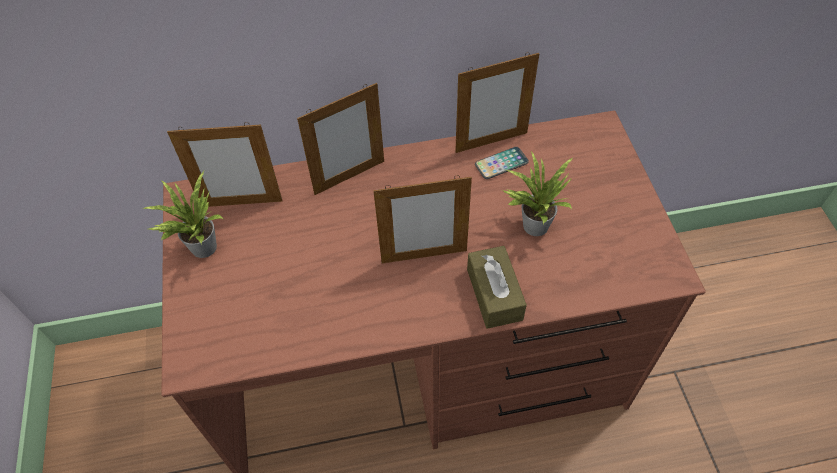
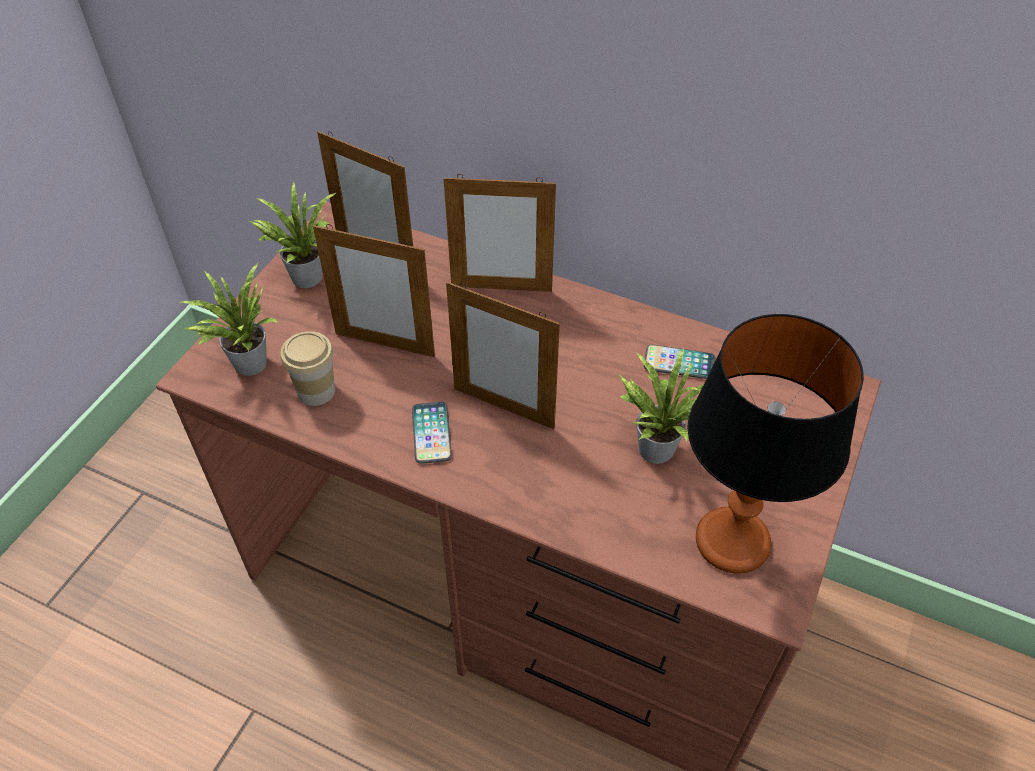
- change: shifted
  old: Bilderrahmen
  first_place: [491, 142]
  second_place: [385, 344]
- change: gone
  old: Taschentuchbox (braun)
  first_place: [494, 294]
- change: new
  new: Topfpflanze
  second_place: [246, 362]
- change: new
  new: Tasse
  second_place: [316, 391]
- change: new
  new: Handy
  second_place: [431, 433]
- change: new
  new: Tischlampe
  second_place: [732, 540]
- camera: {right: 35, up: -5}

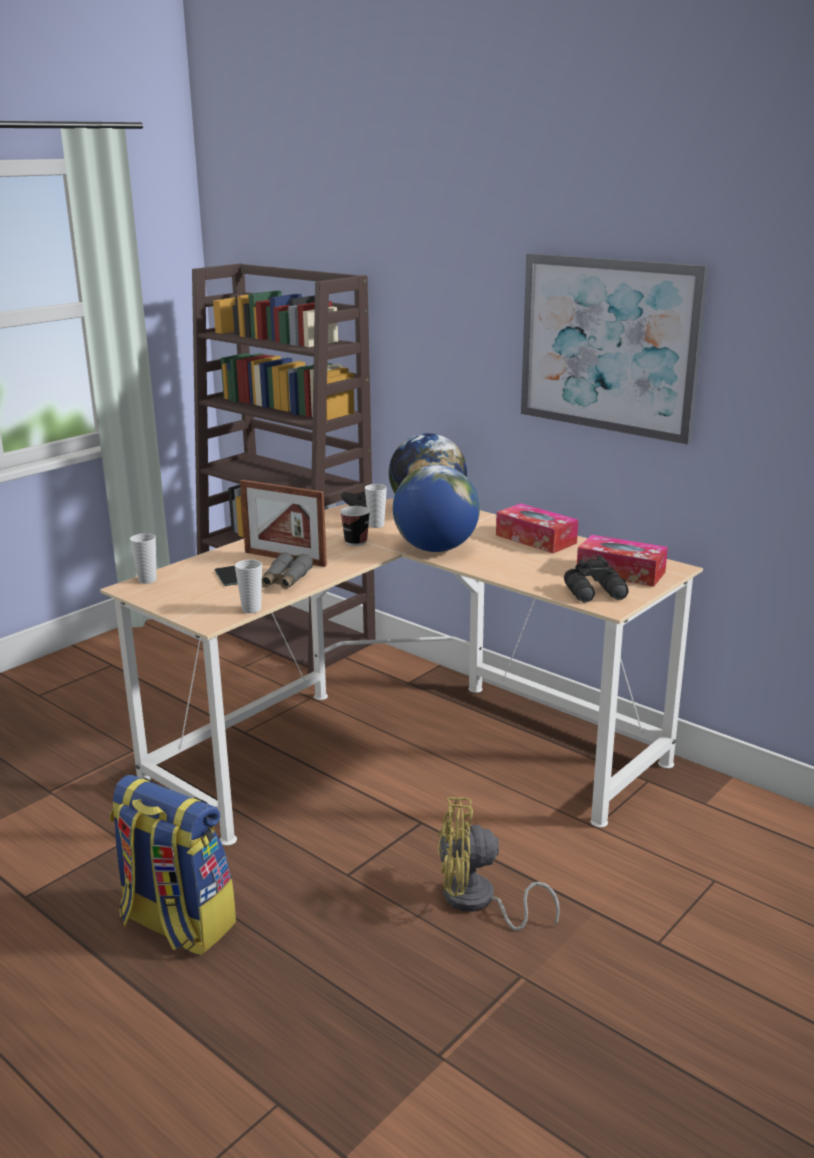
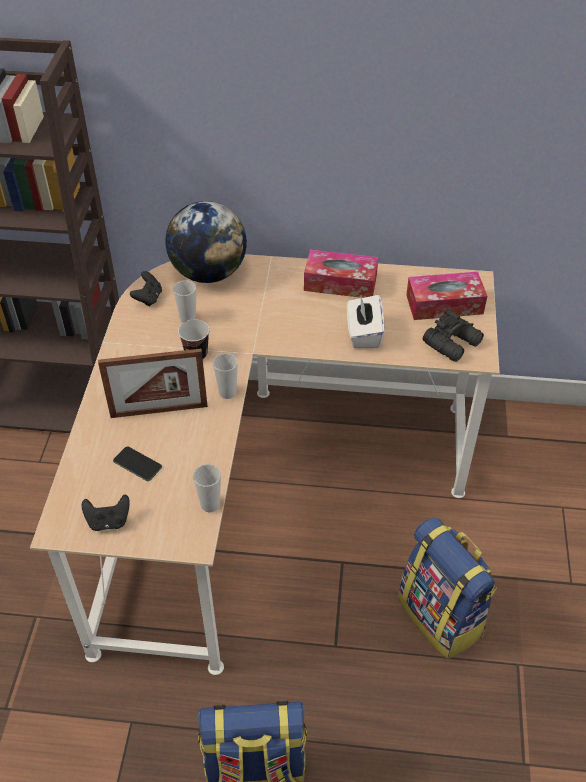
- change: shifted
  old: Tasse
  first_place: [147, 580]
  second_place: [227, 392]
- change: gone
  old: Fernglas (grau)
  first_place: [285, 580]
- change: gone
  old: Globus
  first_place: [436, 549]
- change: swapped
  old: Ventilator (gelb)
  new: Rucksack
  first_place: [477, 902]
  second_place: [442, 616]
- change: gone
  old: Bild
  first_place: [608, 345]
- change: new
  new: Gamepad (schwarz)
  second_place: [108, 521]
- change: new
  new: Taschentuchbox (weiß)
  second_place: [363, 334]
- camera: {right: -35, up: 25}

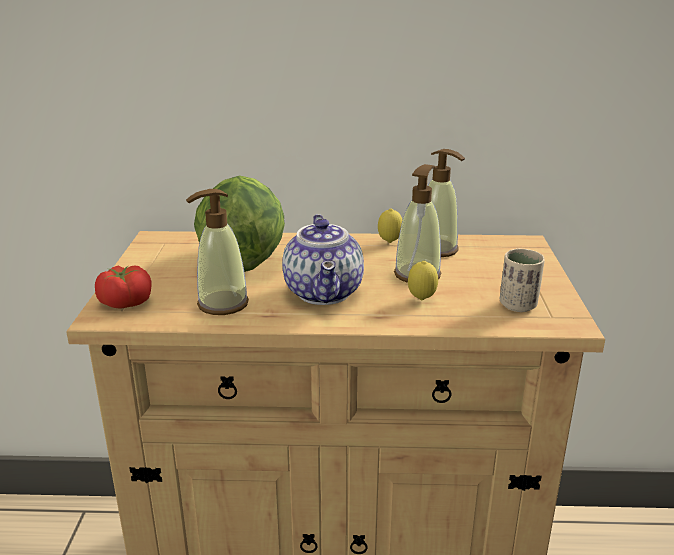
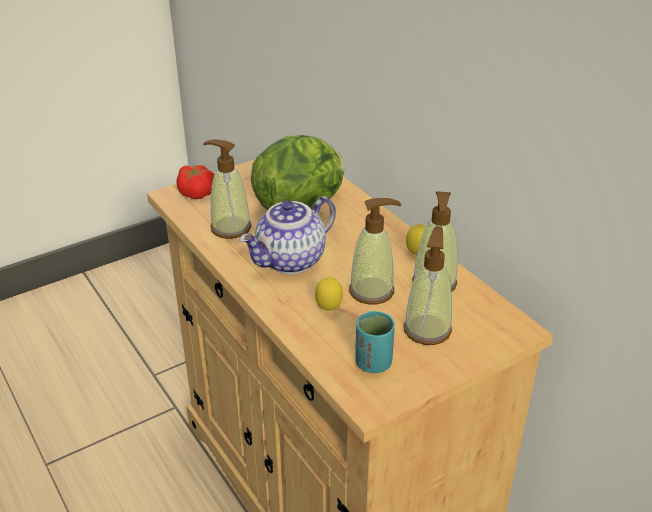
- change: repainted
  old: Tasse (beige)
  new: Tasse (türkis)
  first_place: [518, 305]
  second_place: [373, 363]
- change: new
  new: Seifenspender
  second_place: [427, 329]
- camera: {right: 55, up: 10}

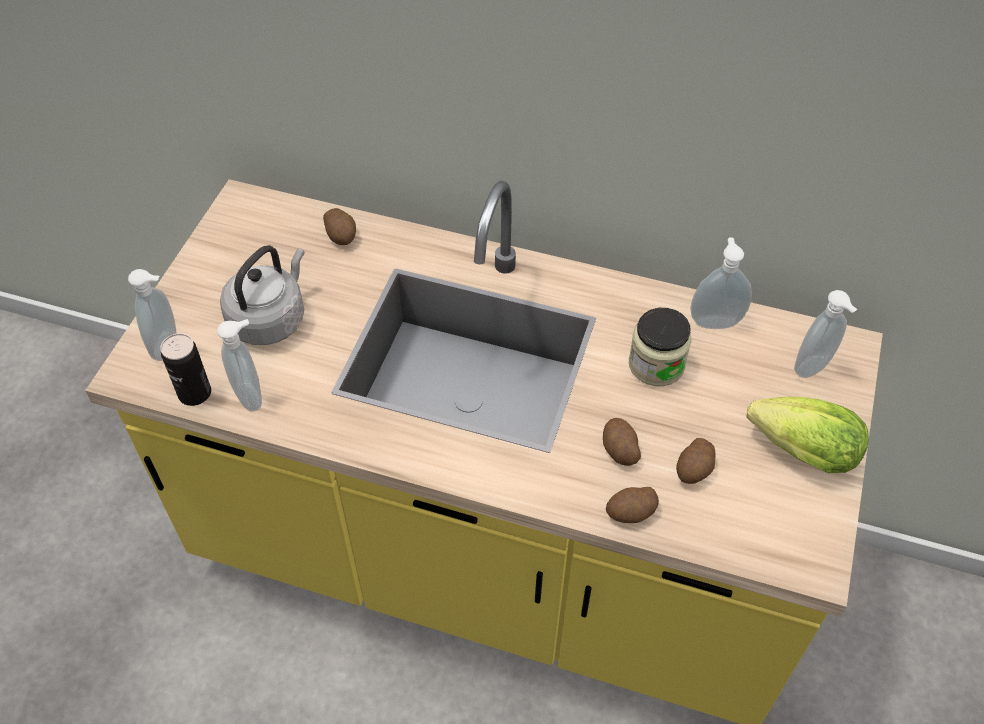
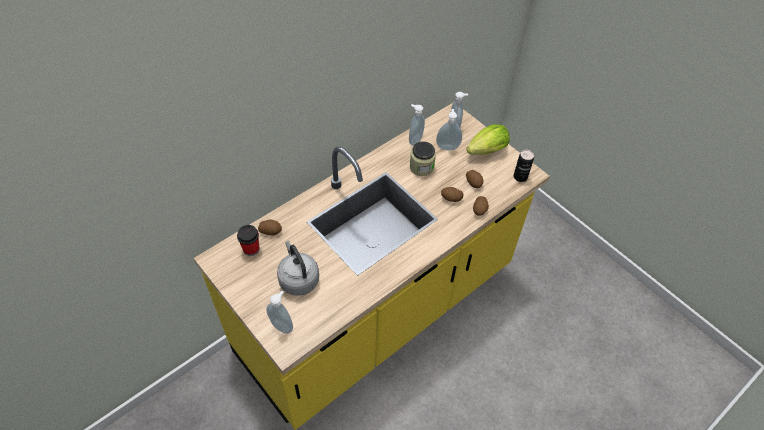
- change: shifted
  old: Dose
  first_place: [195, 393]
  second_place: [520, 177]
- change: shifted
  old: Seifenspender
  first_place: [251, 395]
  second_place: [447, 146]
- change: new
  new: Tasse
  second_place: [251, 249]
- camera: {right: -60, up: 0}

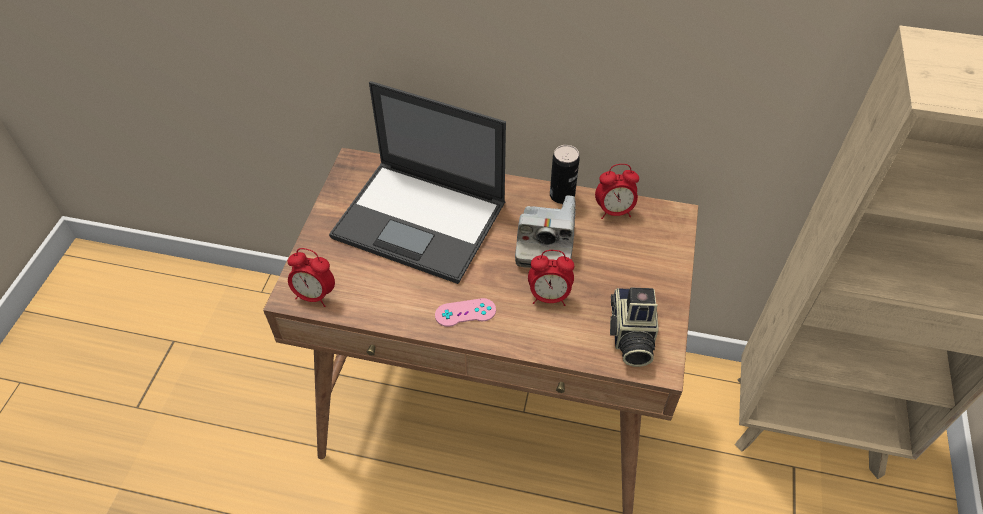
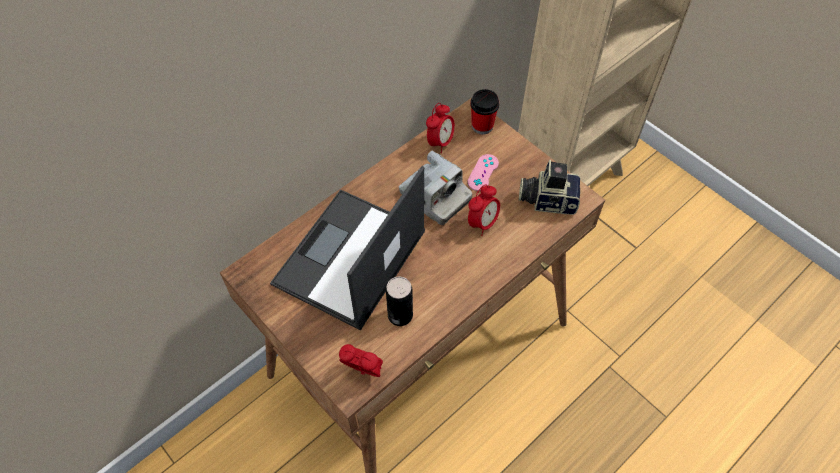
- change: rotated
  old: Wecker
  first_place: [315, 295]
  second_place: [363, 371]
  degrees: -120
- change: rotated
  old: Laptop
  first_place: [421, 220]
  second_place: [349, 259]
  degrees: 150
- change: shifted
  old: Gamepad (rosa)
  first_place: [465, 312]
  second_place: [483, 172]
- change: shifted
  old: Dose
  first_place: [562, 195]
  second_place: [400, 315]
- change: rotated
  old: Kamera
  first_place: [630, 336]
  second_place: [547, 199]
  degrees: 150
- change: new
  new: Tasse
  second_place: [482, 126]
- camera: {right: -55, up: 5}

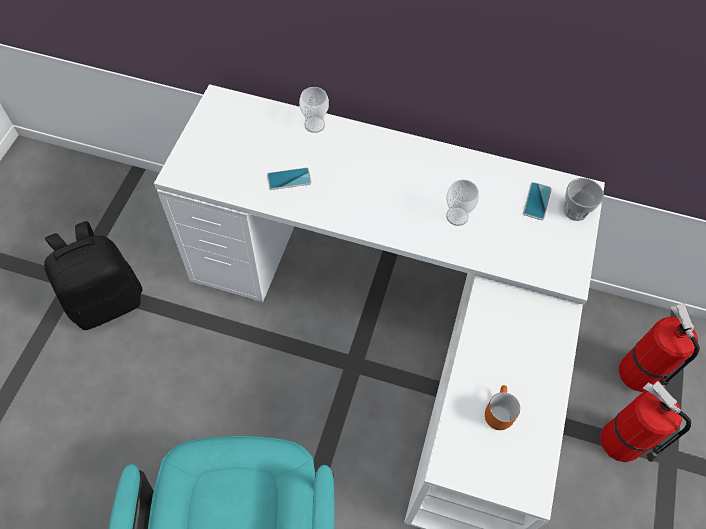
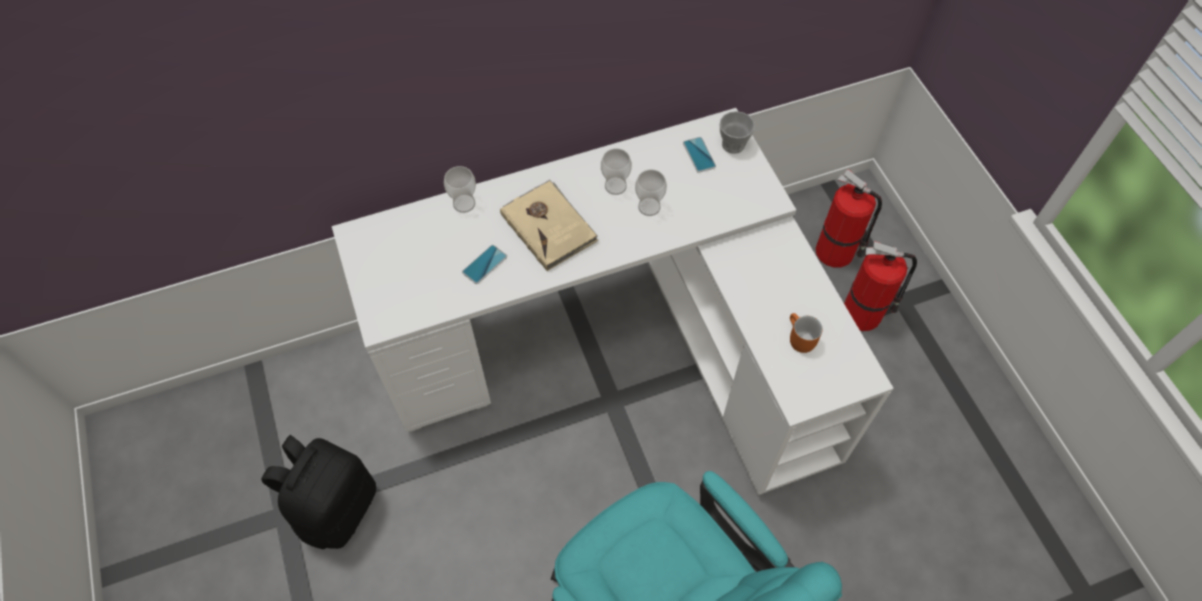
- change: new
  new: Buch (beige)
  second_place: [549, 226]
- change: new
  new: Tasse
  second_place: [615, 186]
- camera: {right: -35, up: 0}

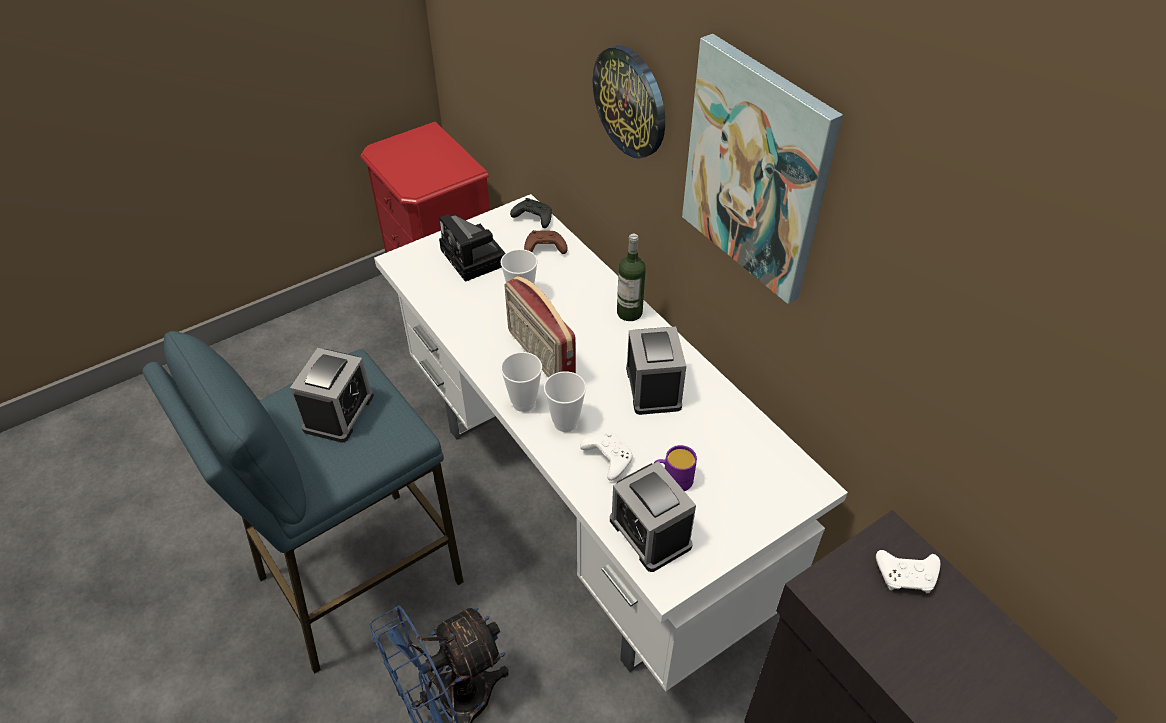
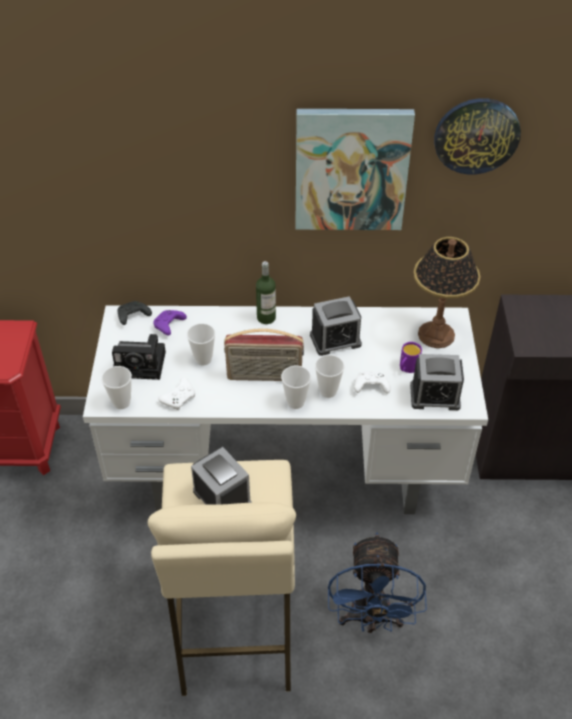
- change: repainted
  old: Hocker (blau)
  new: Hocker (beige)
  first_place: [358, 578]
  second_place: [234, 629]
- change: repainted
  old: Gamepad (braun)
  new: Gamepad (lila)
  first_place: [544, 249]
  second_place: [169, 326]
- change: shifted
  old: Wanduhr
  first_place: [631, 101]
  second_place: [476, 135]
- change: rotated
  old: Wecker
  first_place: [653, 388]
  second_place: [335, 340]
  degrees: 135
- change: shifted
  old: Gamepad (weiß)
  first_place: [907, 576]
  second_place: [179, 398]
- change: new
  new: Tasse
  second_place: [121, 402]
- change: new
  new: Tischlampe
  second_place: [436, 335]
- camera: {right: -55, up: 0}

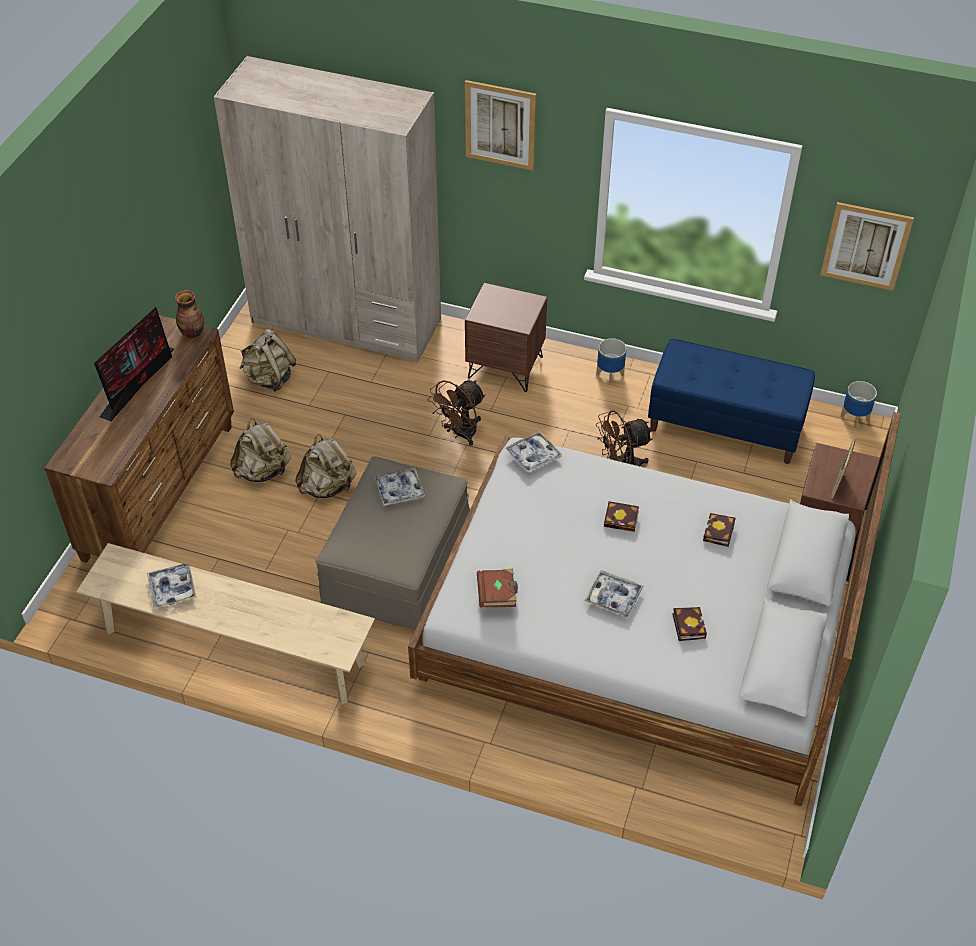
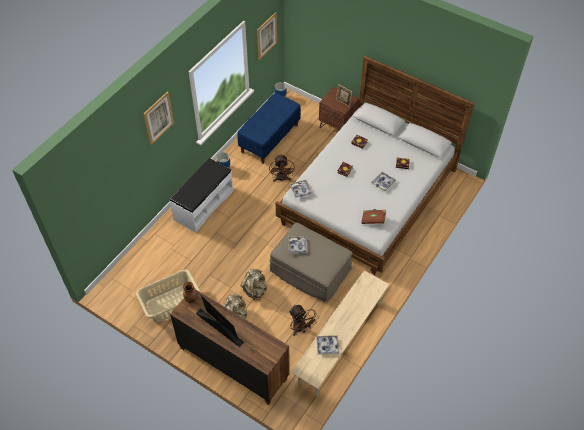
- change: gone
  old: Kleiderschrank (beige)
  first_place: [346, 321]
- change: swapped
  old: Rucksack (beige)
  new: Wäschekorb (beige)
  first_place: [269, 379]
  second_place: [171, 303]
- change: shifted
  old: Ventilator (braun)
  first_place: [460, 434]
  second_place: [301, 329]
- change: swapped
  old: Nachttisch (braun)
  new: Bank (weiß)
  first_place: [505, 367]
  second_place: [203, 205]
- camera: {right: -75, up: 5}

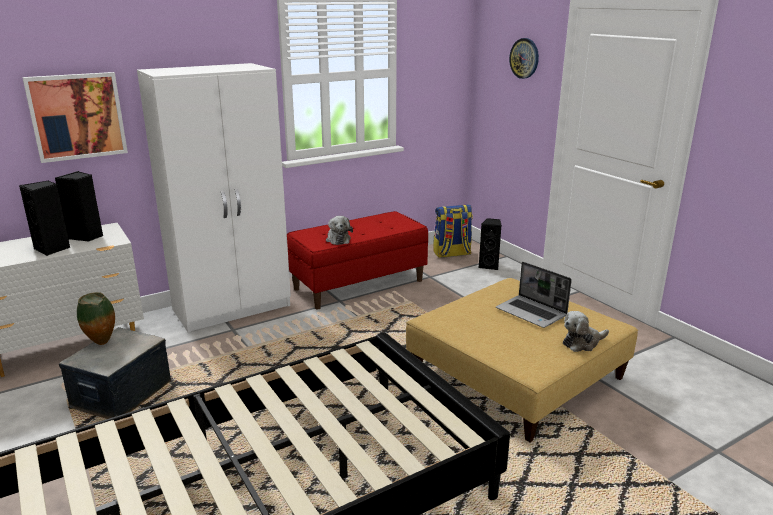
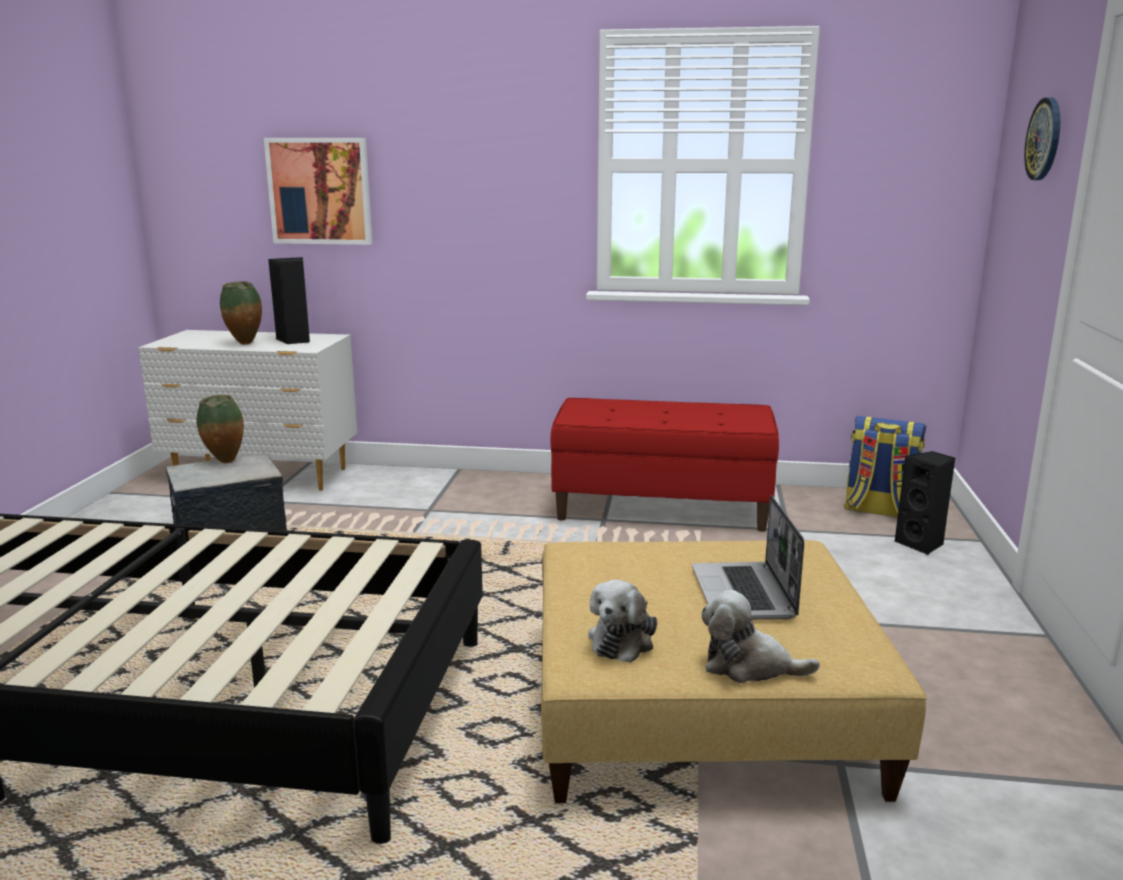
- change: swapped
  old: Lautsprecher (schwarz)
  new: Vase
  first_place: [53, 249]
  second_place: [245, 344]
- change: gone
  old: Kleiderschrank (weiß)
  first_place: [233, 308]
- change: shifted
  old: Plüschtier
  first_place: [338, 239]
  second_place: [623, 640]
- camera: {right: 40, up: -5}

